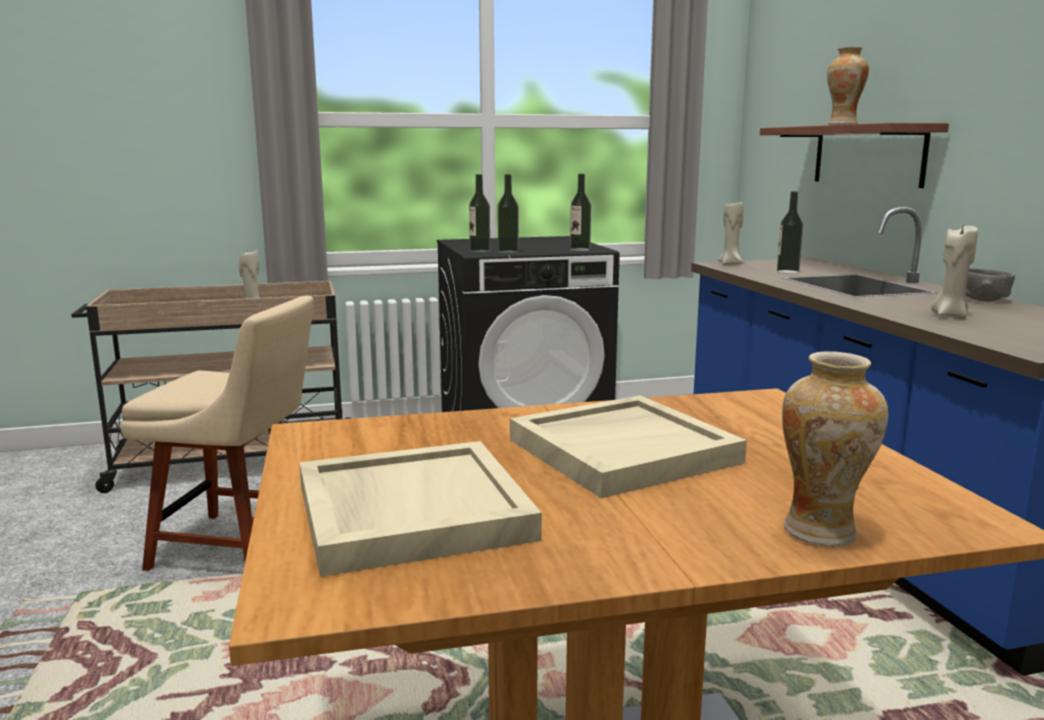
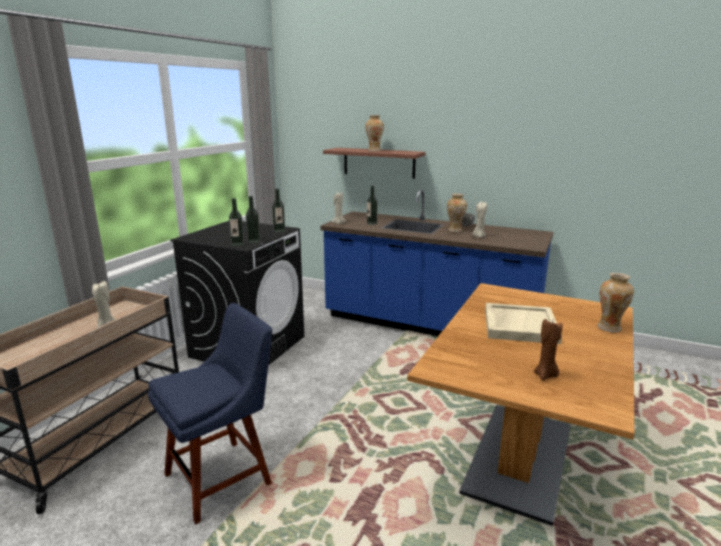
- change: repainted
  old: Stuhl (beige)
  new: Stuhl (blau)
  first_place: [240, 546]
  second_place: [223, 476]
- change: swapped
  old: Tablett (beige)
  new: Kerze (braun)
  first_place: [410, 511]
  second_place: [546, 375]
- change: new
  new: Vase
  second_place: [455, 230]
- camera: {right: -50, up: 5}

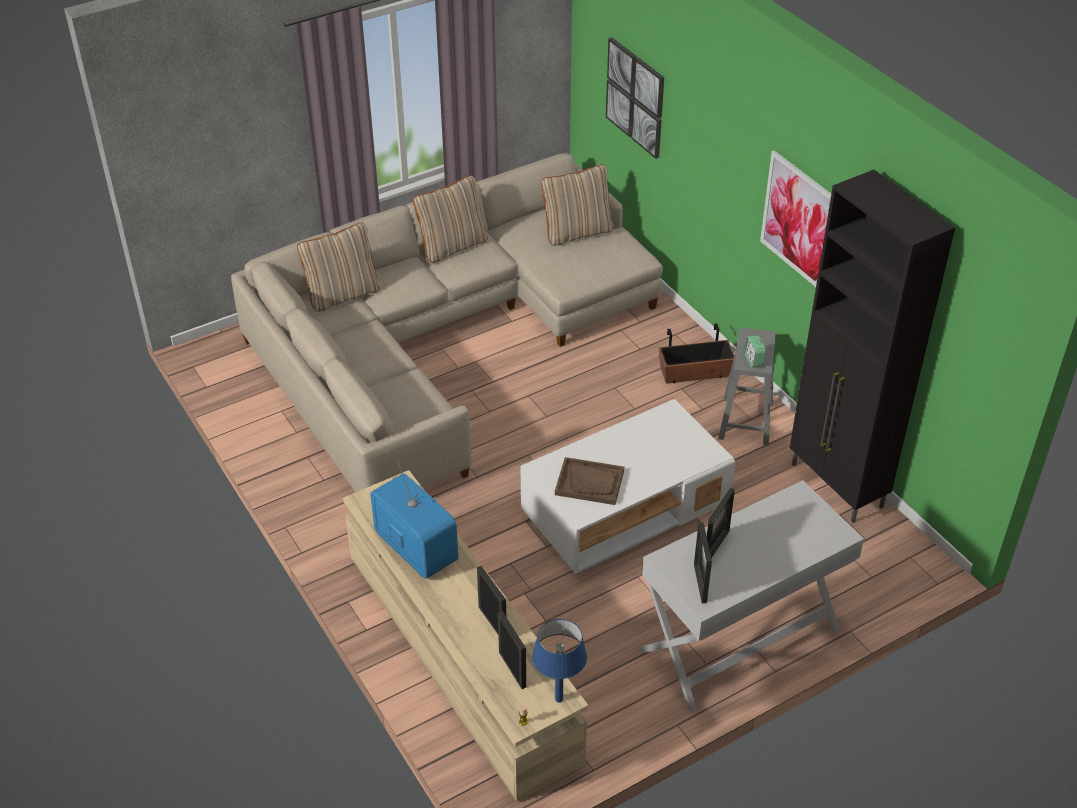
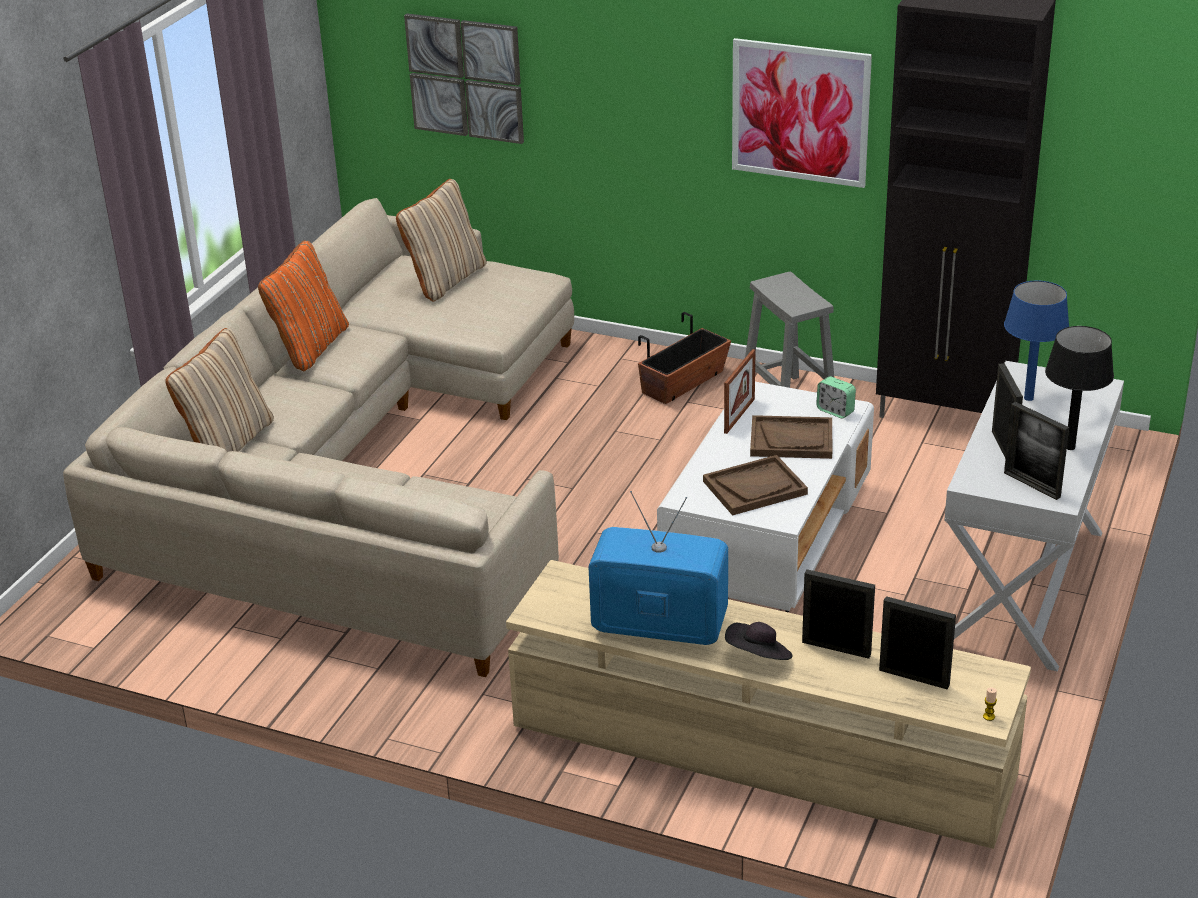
- change: repainted
  old: Kissen (beige)
  new: Kissen (orange)
  first_place: [452, 246]
  second_place: [309, 347]
- change: shifted
  old: Tischlampe (blau)
  first_place: [559, 699]
  second_place: [1029, 398]
- change: shifted
  old: Wecker
  first_place: [753, 360]
  second_place: [835, 411]
- change: new
  new: Bilderrahmen
  second_place: [739, 416]
- change: new
  new: Hut (schwarz)
  second_place: [758, 657]
- change: new
  new: Tablett (braun)
  second_place: [791, 440]
- change: new
  new: Tischlampe (schwarz)
  second_place: [1070, 447]
- camera: {right: -35, up: -10}

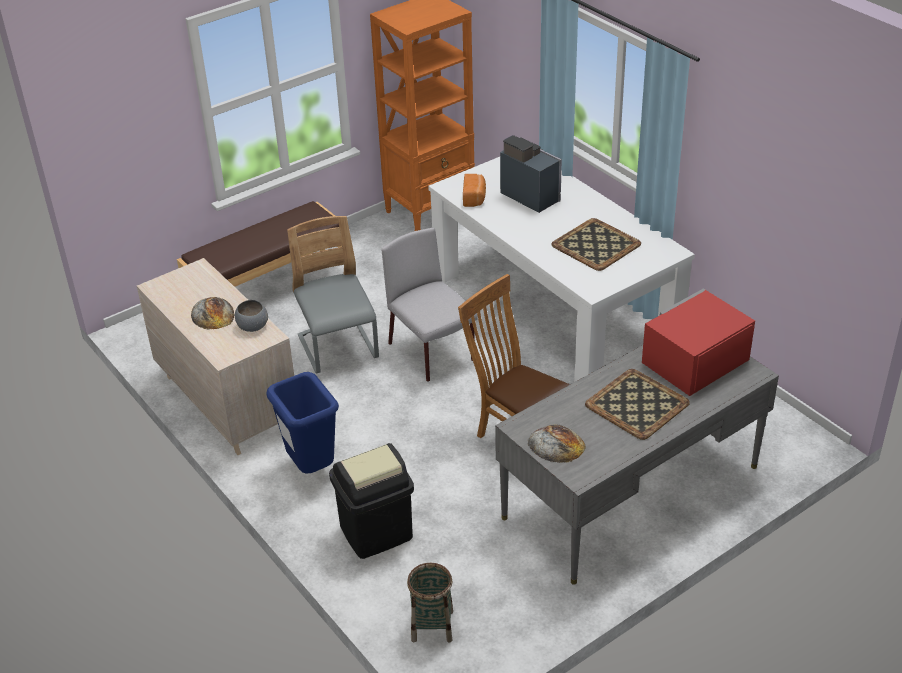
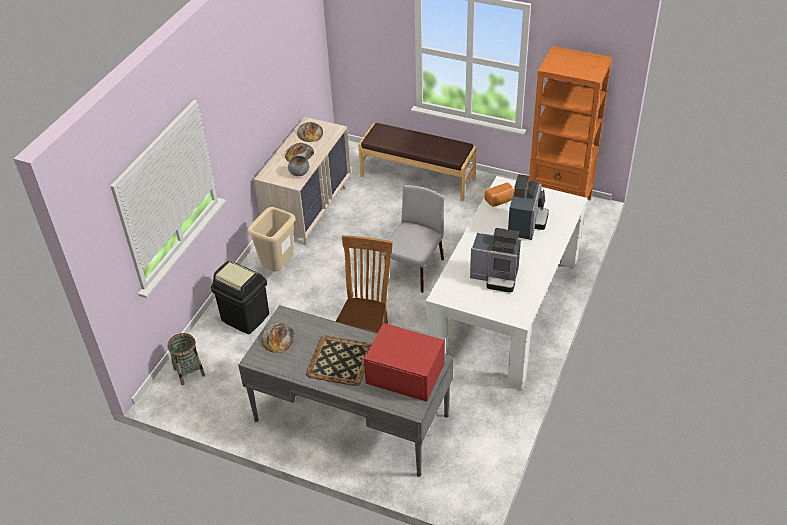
- change: repainted
  old: Mülleimer (blau)
  new: Mülleimer (beige)
  first_place: [311, 468]
  second_place: [278, 268]
- change: gone
  old: Stuhl (grau)
  first_place: [338, 348]
- change: swapped
  old: Tablett
  new: Kaffeemaschine
  first_place: [596, 244]
  second_place: [496, 277]
- change: new
  new: Brot
  second_place: [310, 132]
- camera: {right: 60, up: 5}

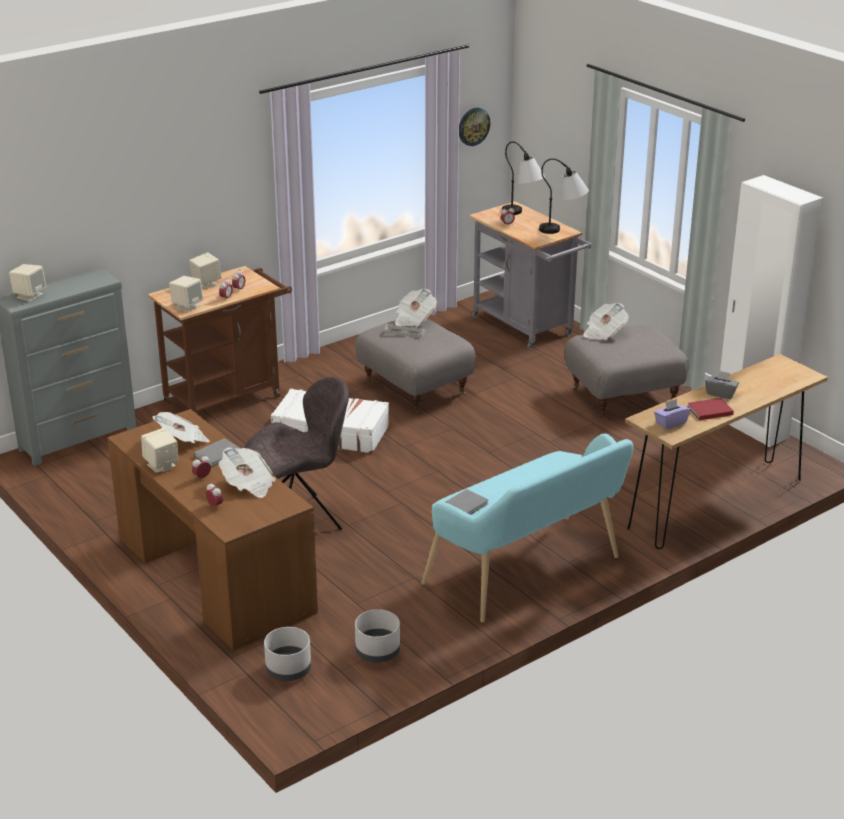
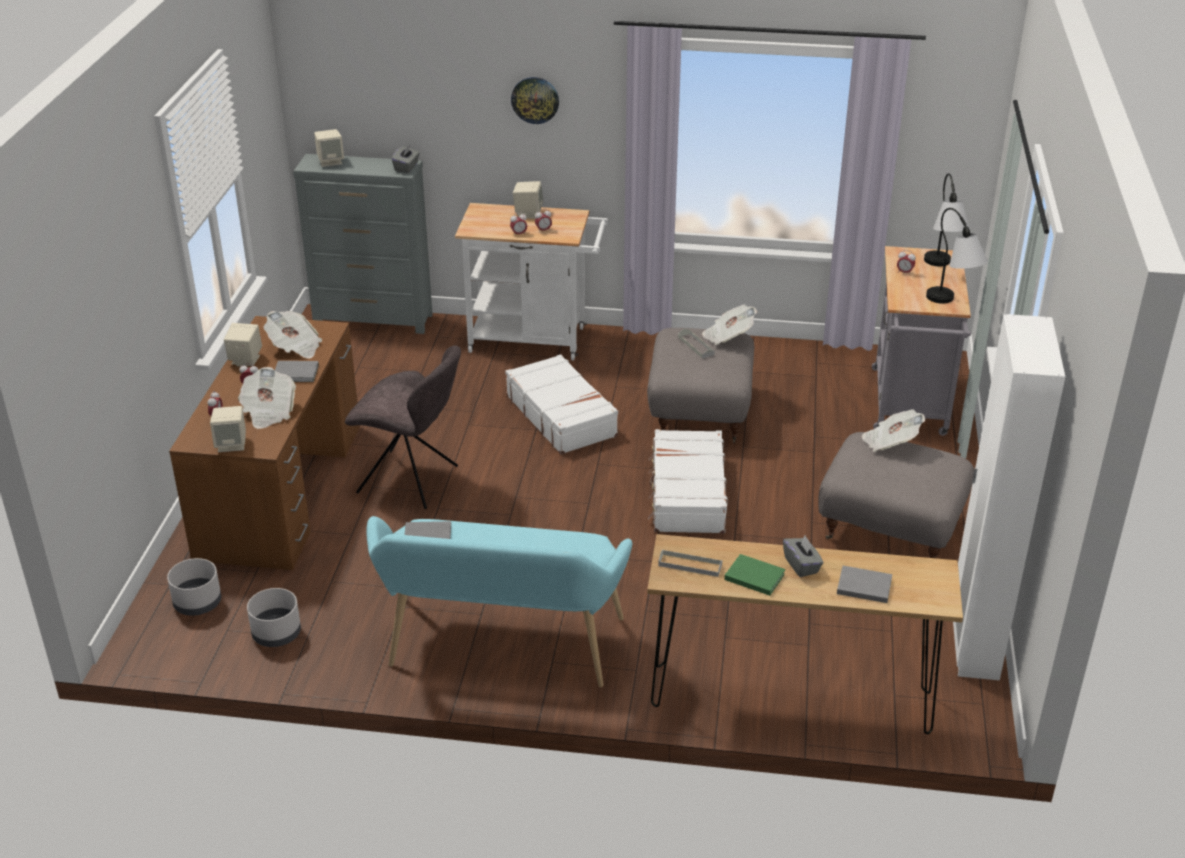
- change: repainted
  old: Rollwagen (braun)
  new: Rollwagen (weiß)
  first_place: [229, 397]
  second_place: [535, 340]
- change: shifted
  old: Lautsprecher (beige)
  first_place: [187, 306]
  second_place: [231, 444]
- change: shifted
  old: Wanduhr
  first_place: [473, 126]
  second_place: [535, 100]
- change: swapped
  old: Taschentuchbox (lila)
  new: Tablett (grau)
  first_place: [670, 423]
  second_place: [690, 565]
- change: repainted
  old: Buch (rot)
  new: Buch (grün)
  first_place: [708, 410]
  second_place: [753, 576]
- change: new
  new: Taschentuchbox (grau)
  second_place: [406, 167]
- change: new
  new: Koffer (weiß)
  second_place: [687, 494]
- change: new
  new: Buch (grau)
  second_place: [862, 585]
- camera: {right: 45, up: 5}

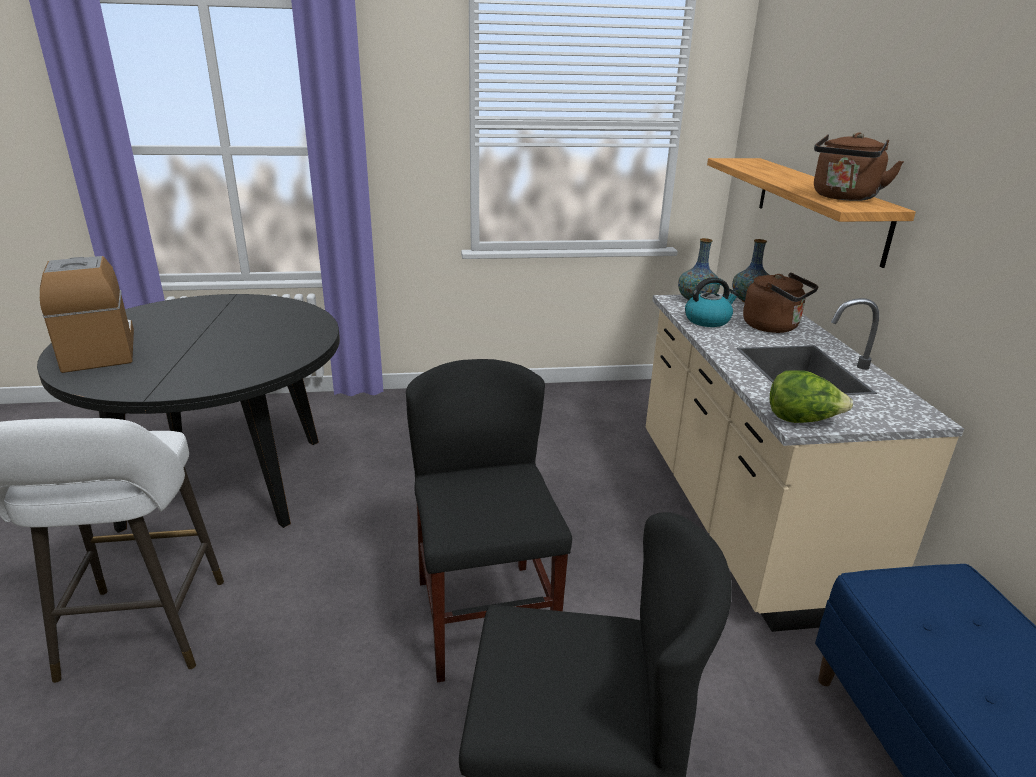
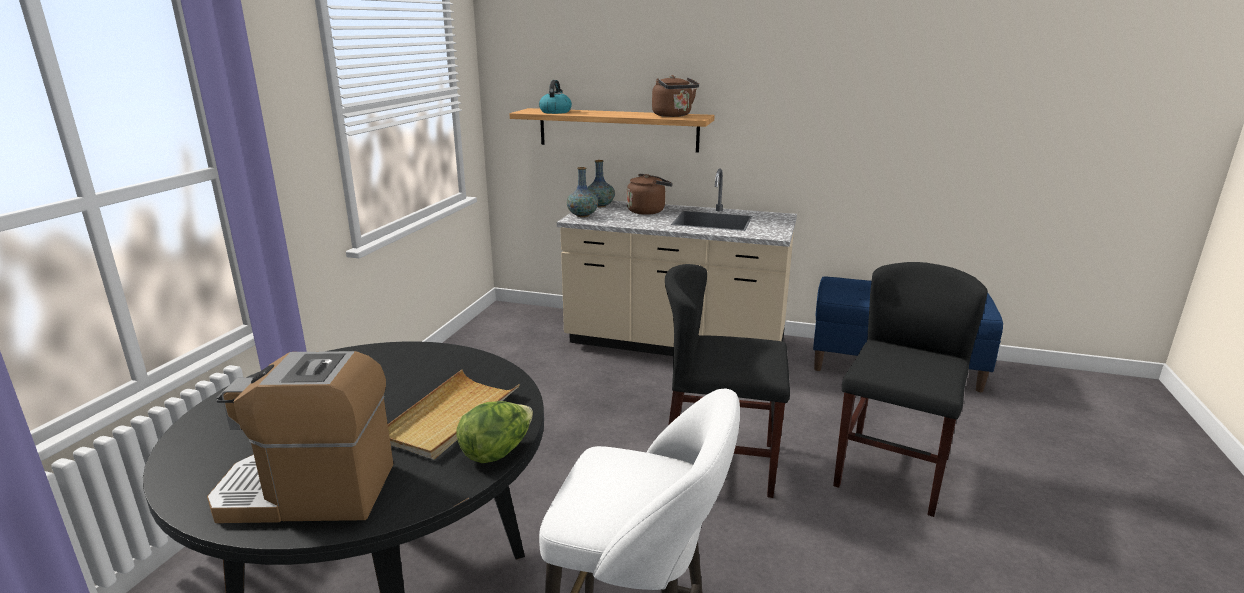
- change: shifted
  old: Wasserkessel
  first_place: [708, 320]
  second_place: [555, 112]
- change: shifted
  old: Salatkopf
  first_place: [801, 420]
  second_place: [497, 452]
- change: new
  new: Tablett (beige)
  second_place: [450, 417]
- camera: {right: -65, up: -5}

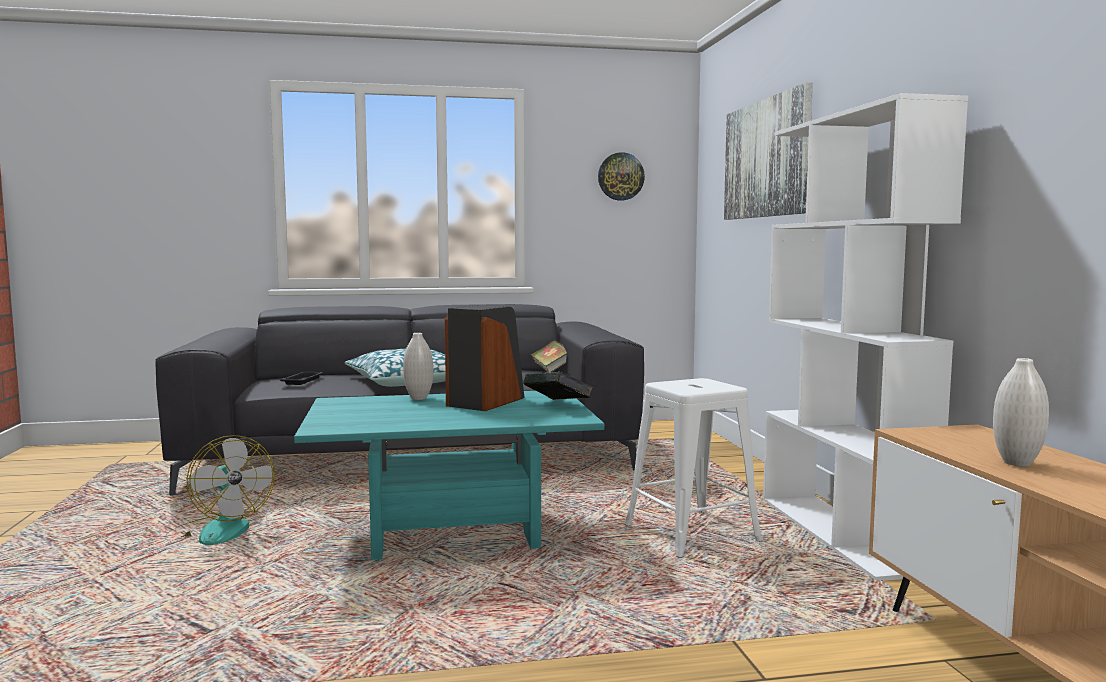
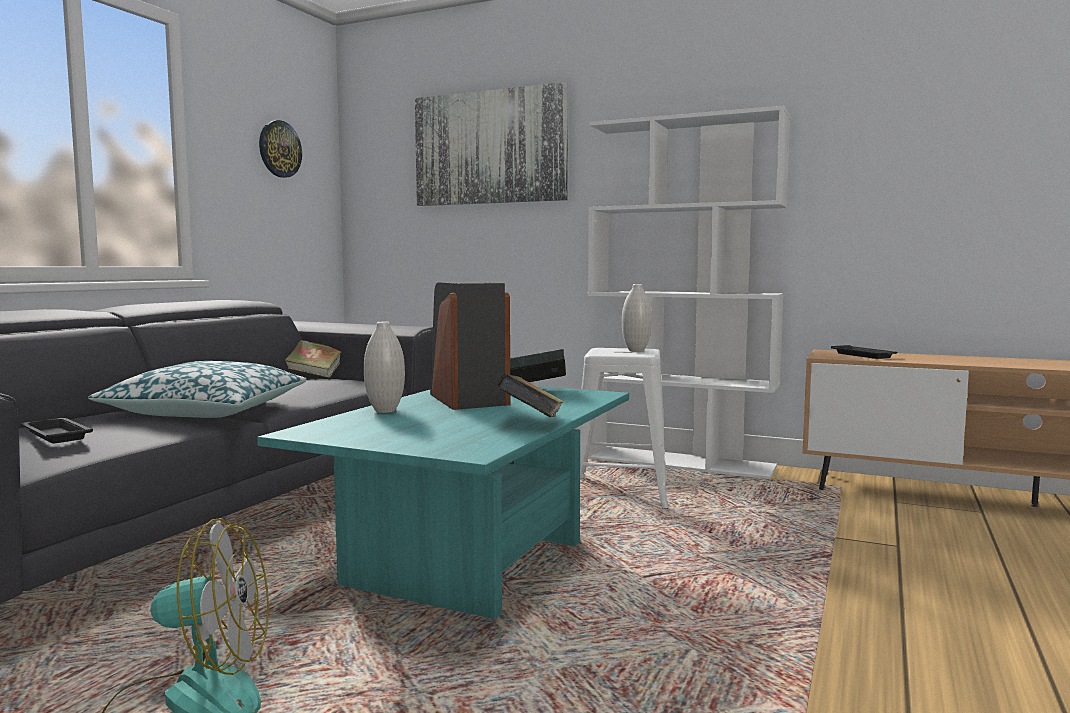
- change: shifted
  old: Vase (weiß)
  first_place: [1017, 463]
  second_place: [636, 350]
- change: new
  new: Buch
  second_place: [532, 423]
- change: new
  new: Tablett (schwarz)
  second_place: [864, 355]
- camera: {right: -55, up: 0}

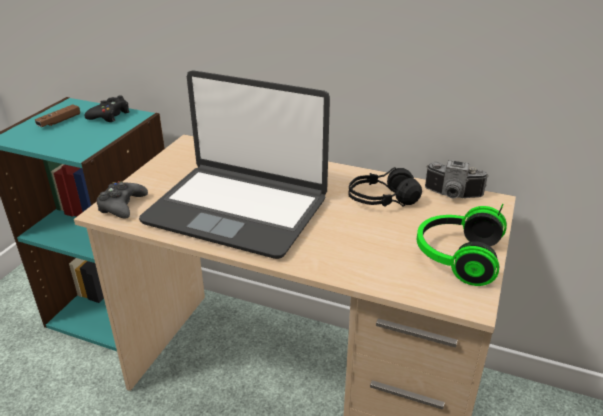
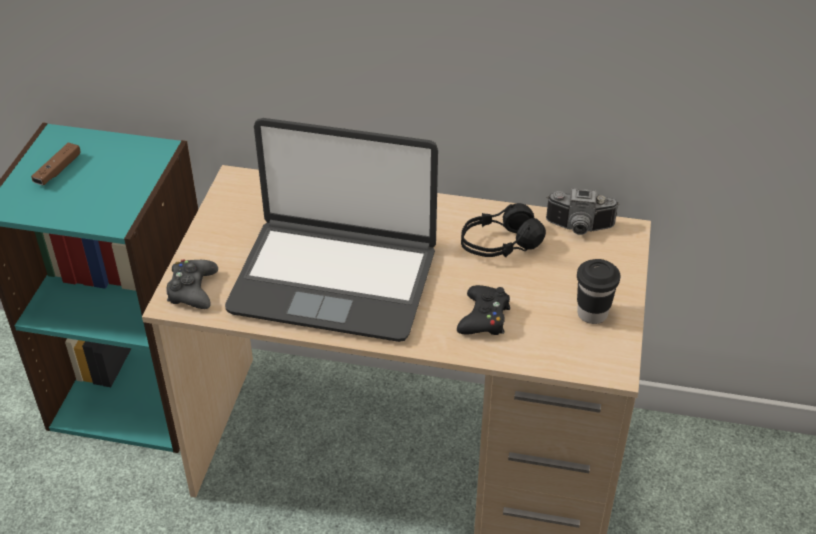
- change: shifted
  old: Gamepad (schwarz)
  first_place: [110, 115]
  second_place: [484, 318]
- change: swapped
  old: Kopfhörer
  new: Tasse (schwarz)
  first_place: [456, 257]
  second_place: [592, 314]
- camera: {right: -10, up: 10}

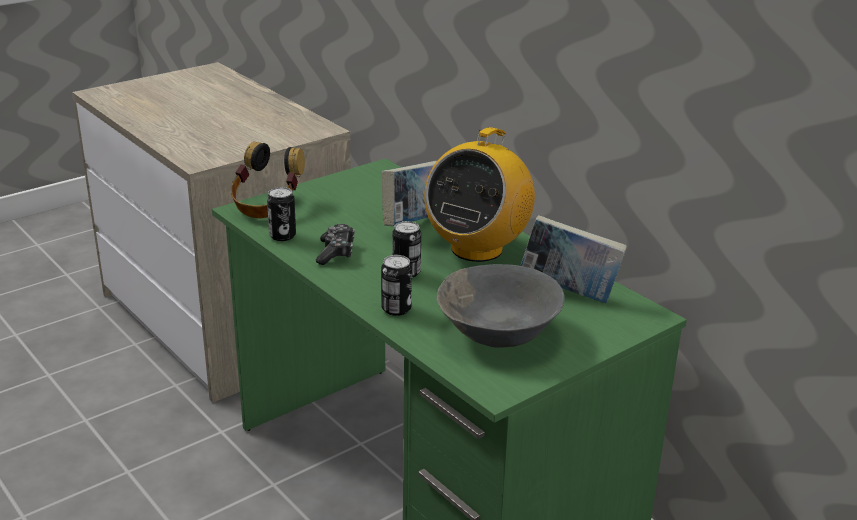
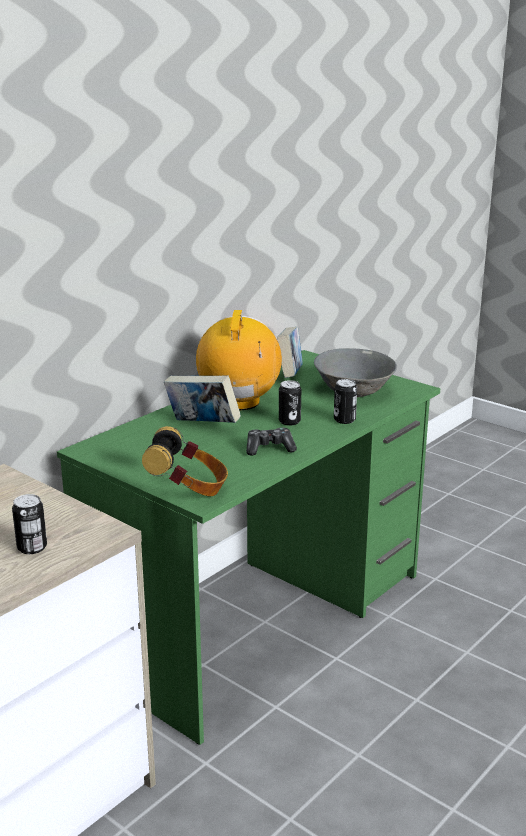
- change: shifted
  old: Dose
  first_place: [282, 236]
  second_place: [32, 548]
- change: rotated
  old: Radio
  first_place: [477, 249]
  second_place: [239, 402]
  degrees: -105
- camera: {right: -100, up: -5}

